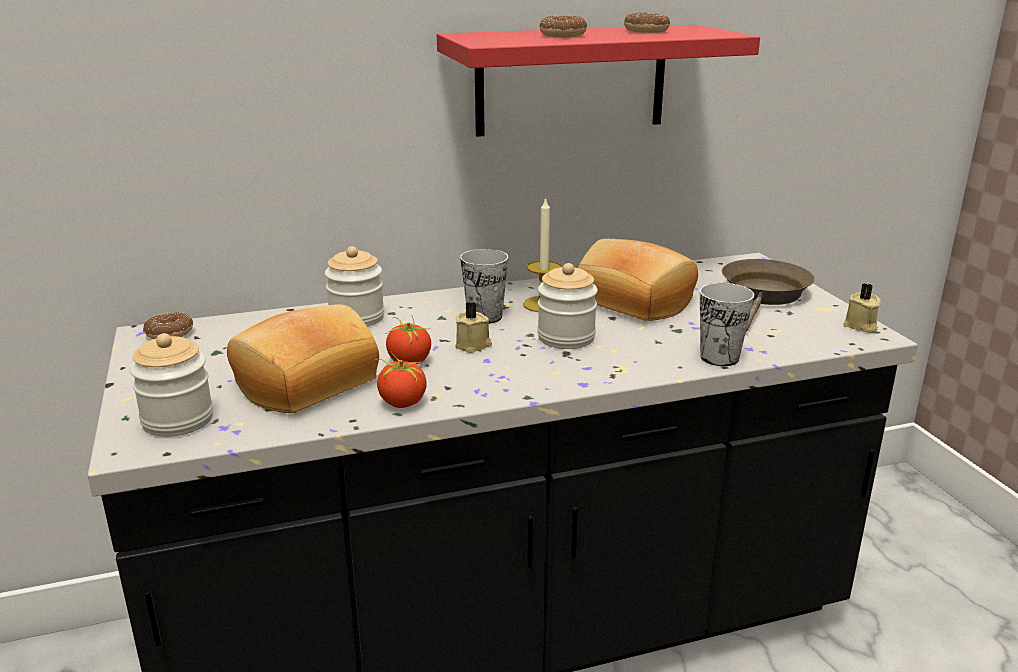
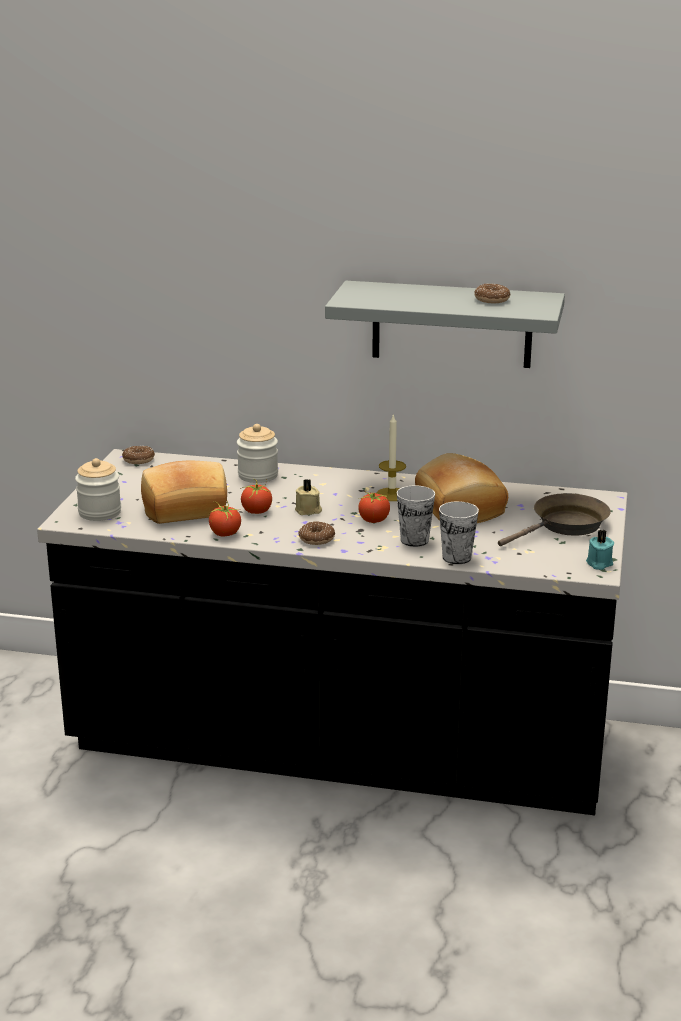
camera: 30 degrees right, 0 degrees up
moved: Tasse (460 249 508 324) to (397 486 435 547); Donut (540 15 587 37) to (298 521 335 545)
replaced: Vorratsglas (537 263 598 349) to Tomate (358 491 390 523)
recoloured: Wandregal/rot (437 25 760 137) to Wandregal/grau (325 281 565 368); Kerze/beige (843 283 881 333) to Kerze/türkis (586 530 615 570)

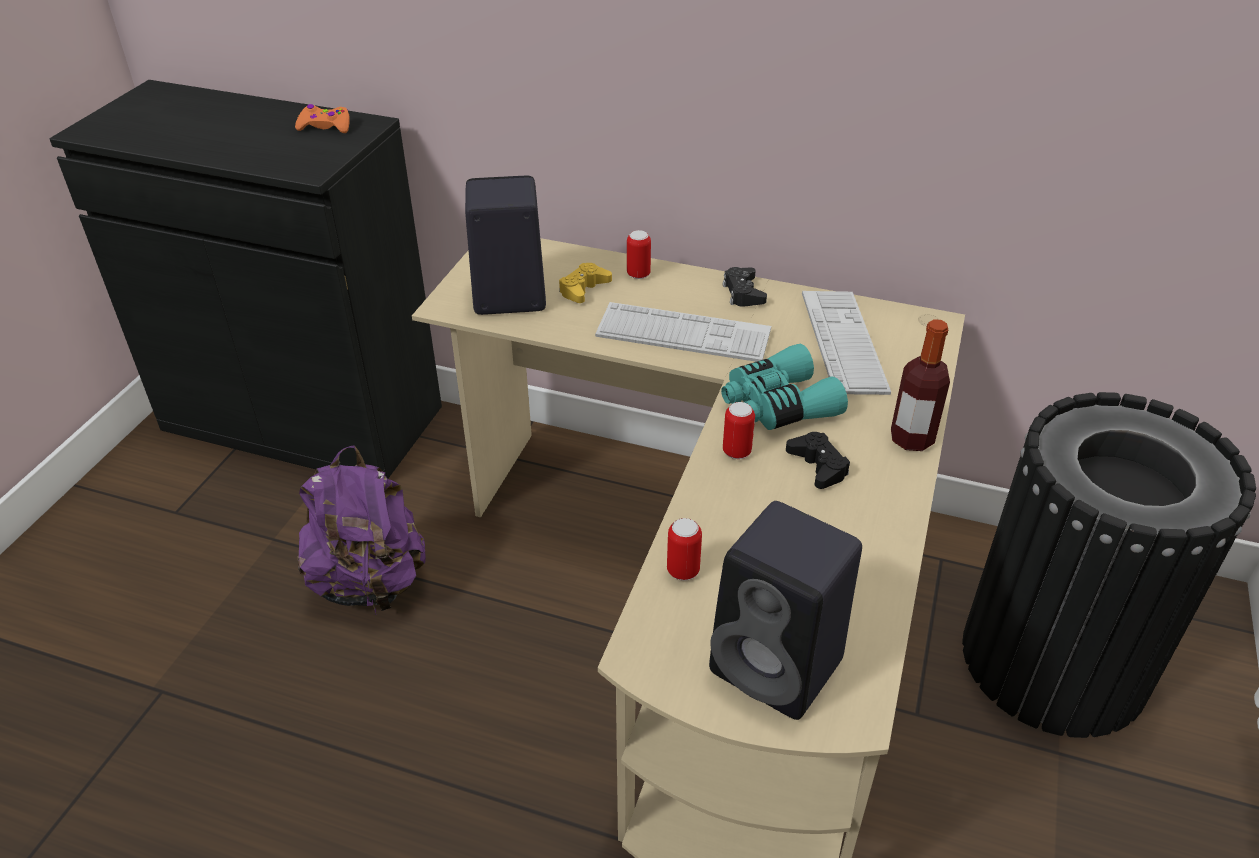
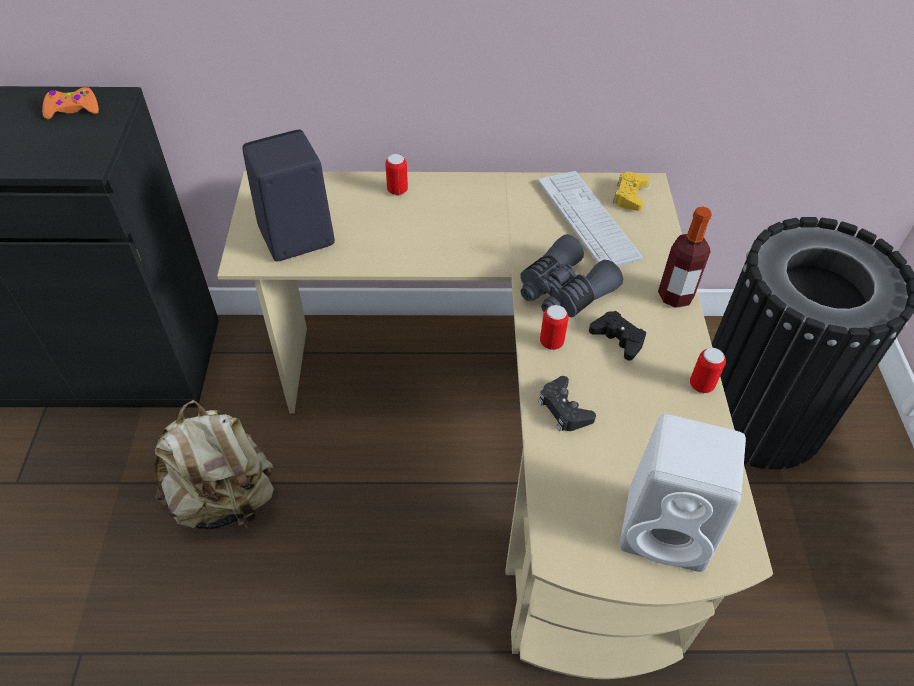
camera: 20 degrees left, 10 degrees up
removed: Tastatur (595 302 771 362)
moved: Gamepad/gelb (559 263 612 303) to (613 172 649 211); Dose (667 518 702 581) to (690 348 726 393); Gamepad/schwarz (722 267 767 307) to (538 376 596 431)
recoloured: Rucksack/lila (297 445 426 615) to Rucksack/beige (154 400 274 529); Lautsprecher/schwarz (709 501 862 720) to Lautsprecher/weiß (620 414 746 572); Fernglas/türkis (721 344 848 430) to Fernglas/grau (520 234 623 317)

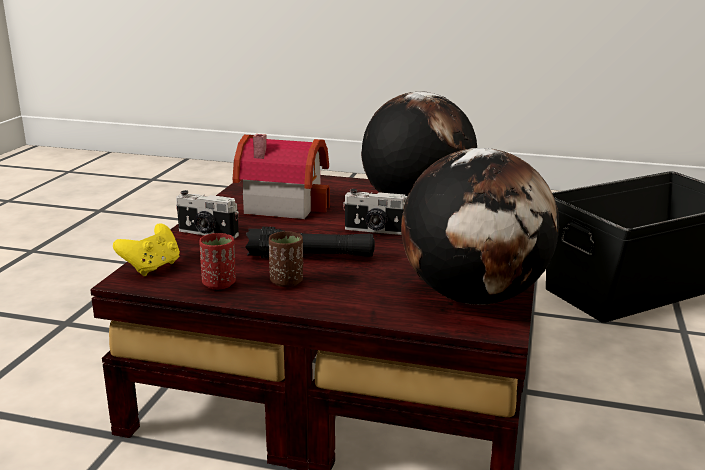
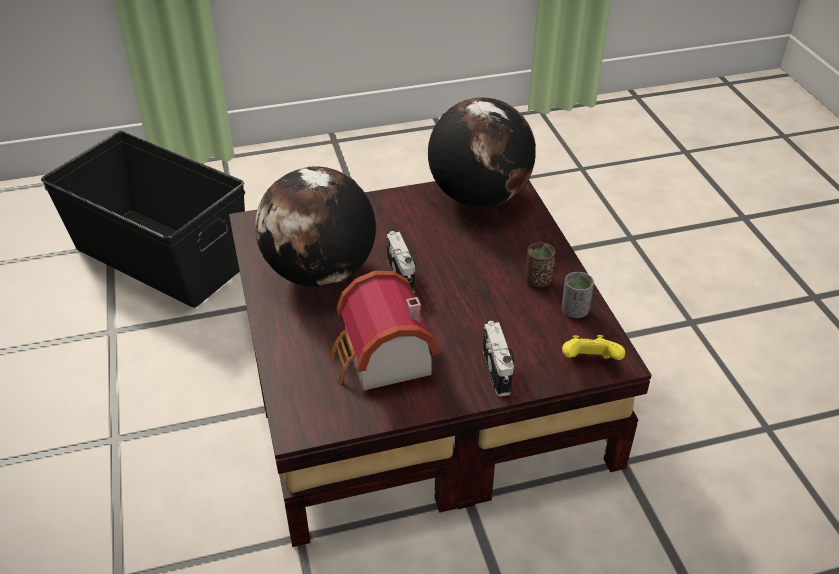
camera: 120 degrees left, 20 degrees up
removed: Taschenlampe/schwarz (246 227 375 258)
recoloured: Tasse/rot (199 233 236 289) to Tasse/grau (562 272 594 318)

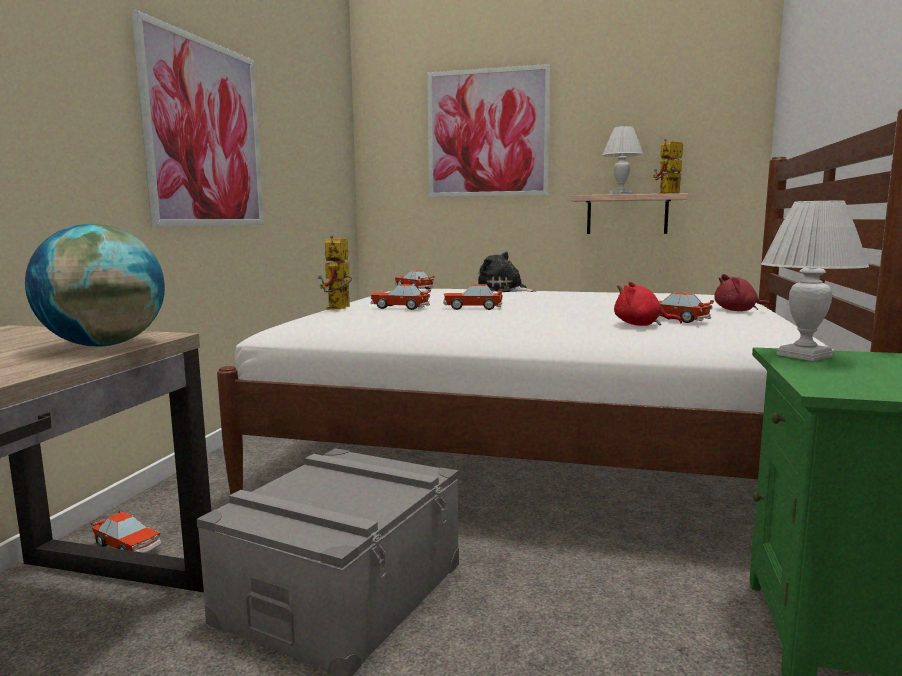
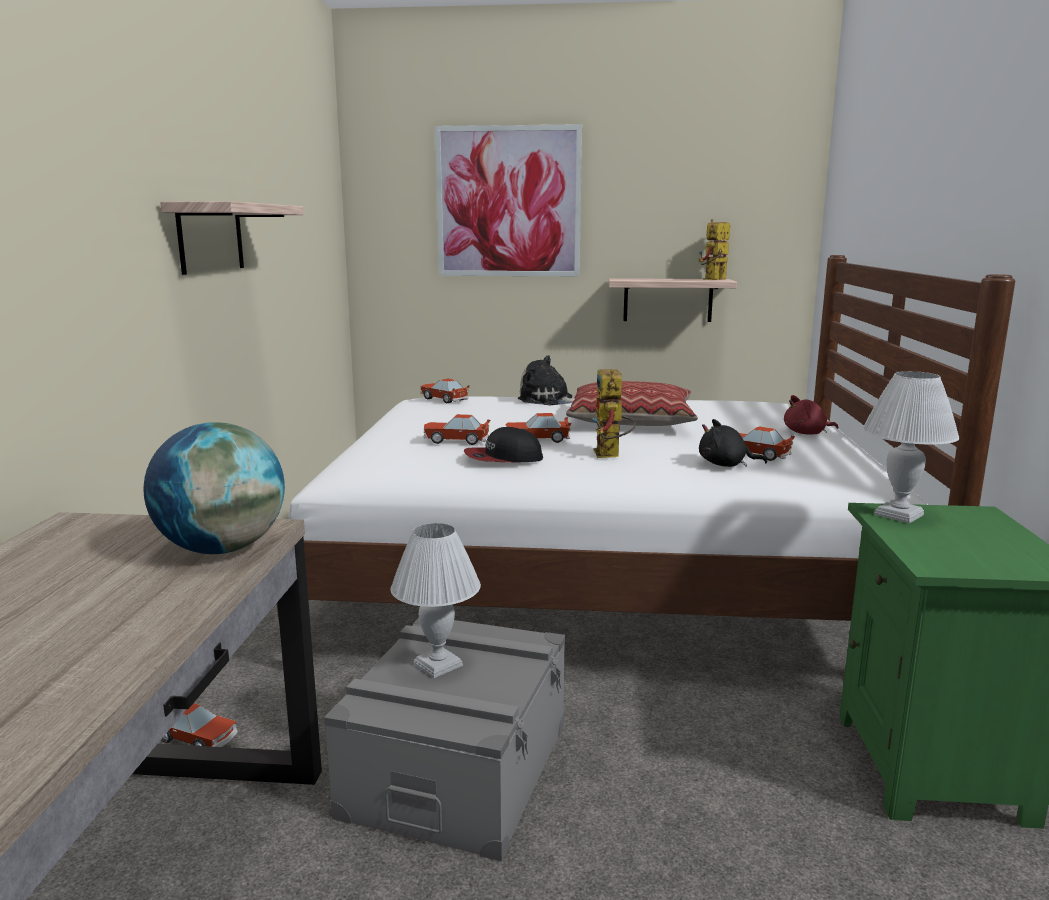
camera: 10 degrees left, 5 degrees up
added: Kappe (464 427 543 462); Kissen (566 381 698 426)
moved: Spielzeugroboter (318 235 352 310) to (592 369 636 458); Tischlampe/weiß (602 126 643 195) to (390 523 481 678)
replaced: Bild (132 10 264 227) to Wandregal (161 201 304 275)
recoloured: Plüschtier/rot (614 282 682 326) to Plüschtier/schwarz (699 419 767 467)

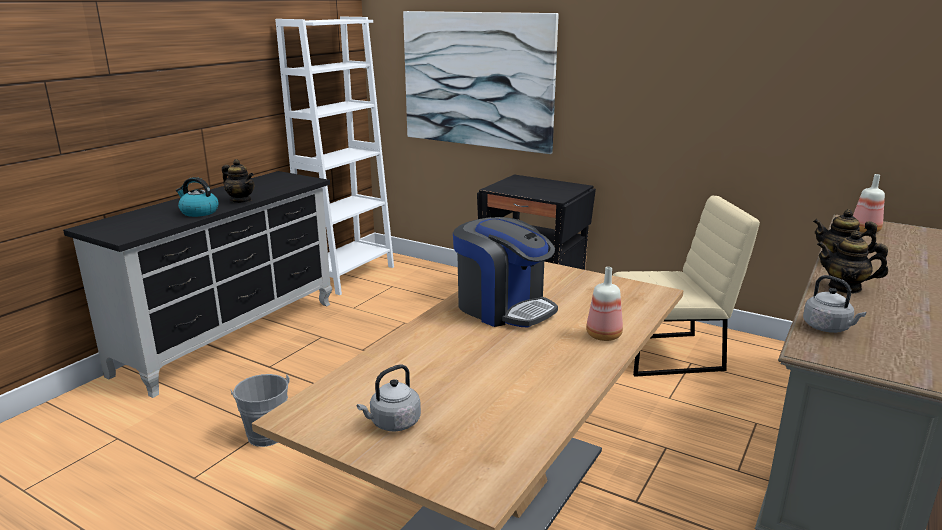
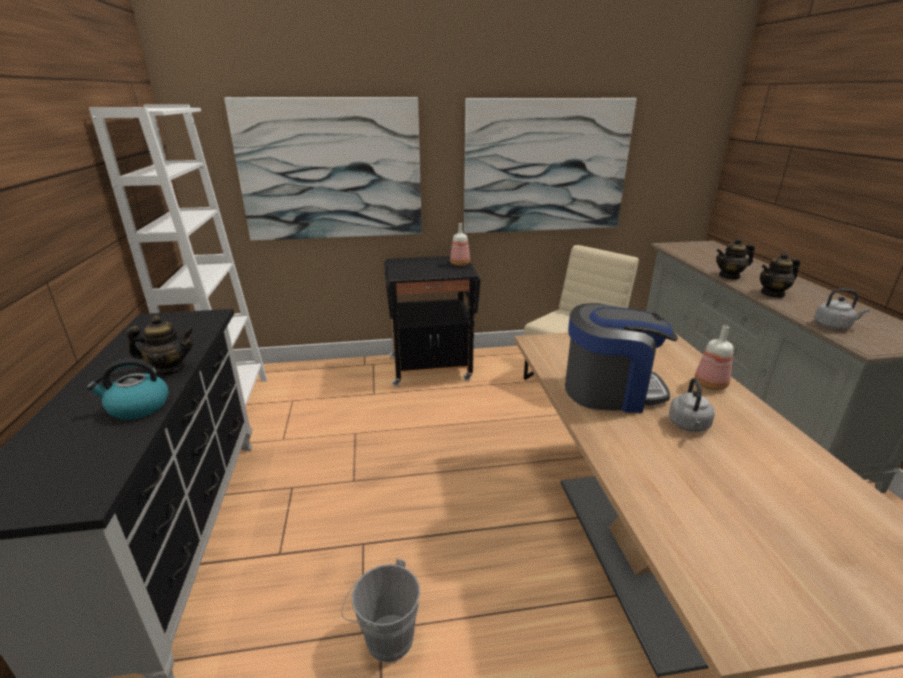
camera: 40 degrees left, 5 degrees up
added: Bild (464 98 637 233)
moved: Wasserkessel/grau (357 364 421 431) to (669 378 715 432); Flasche (853 174 885 233) to (450 223 470 266)

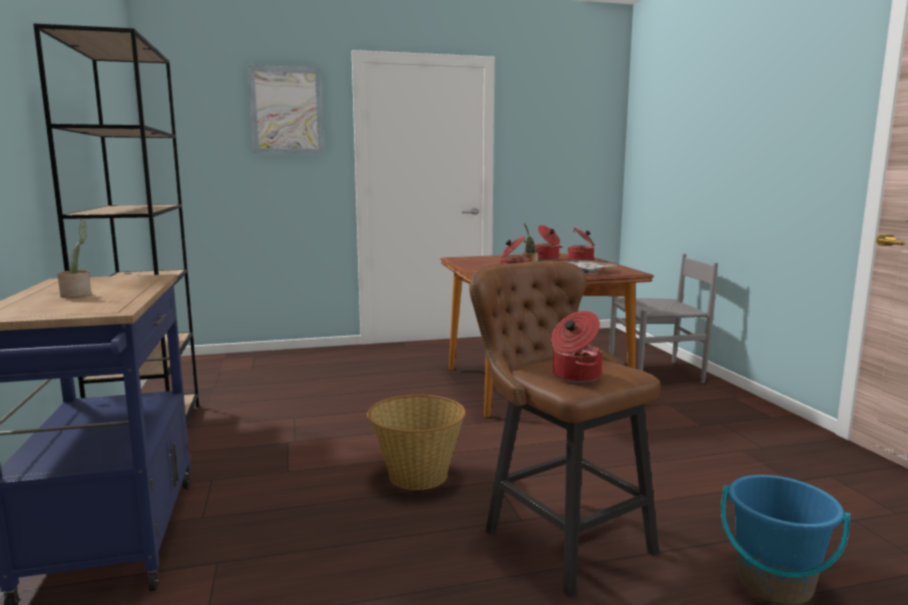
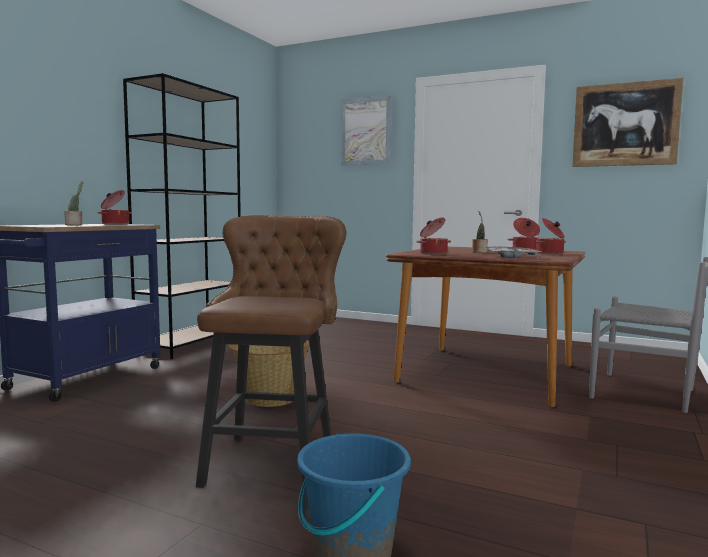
camera: 40 degrees right, 5 degrees down
added: Bild (572 78 684 167)
moved: Kochtopf (551 311 603 383) to (98 190 132 225)

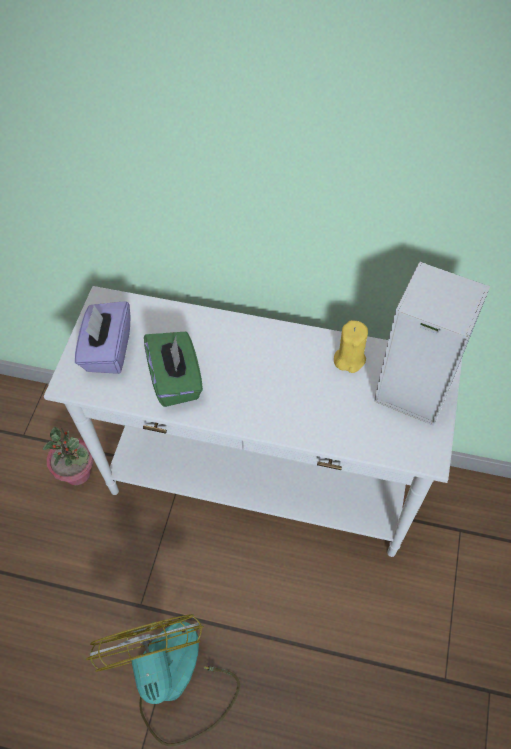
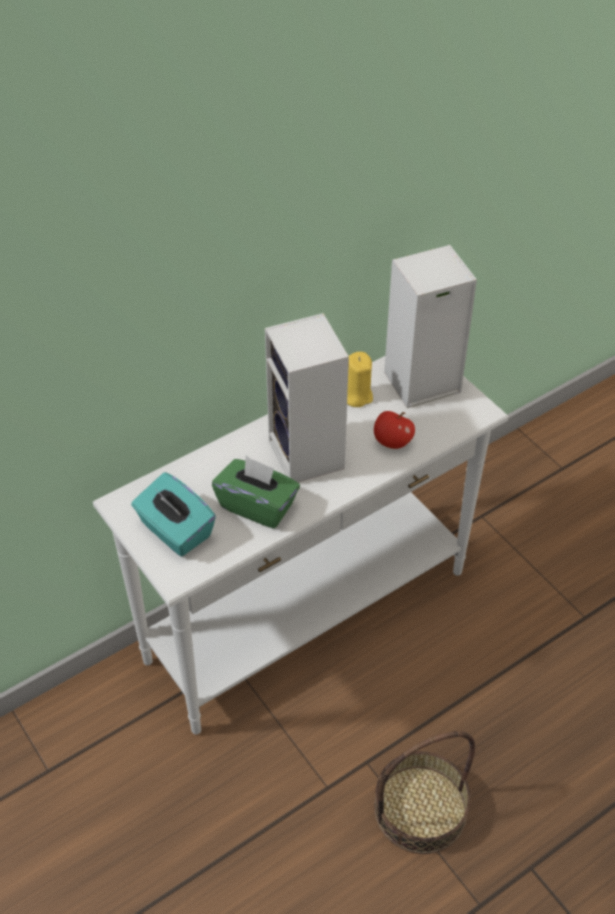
camera: 50 degrees left, 10 degrees down
removed: Topfpflanze (43 427 94 485)
added: Lautsprecher (265 313 349 483); Apfel (374 411 415 449)
replaced: Ventilator (86 614 240 746) to Korb (374 731 475 854)
recoloured: Taschentuchbox/lila (75 301 131 374) to Taschentuchbox/türkis (131 472 216 557)

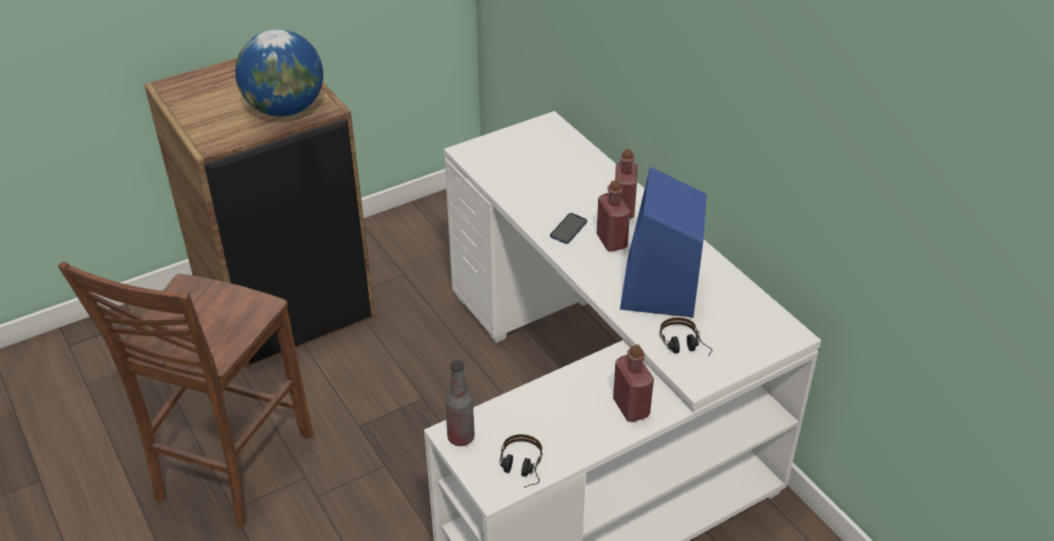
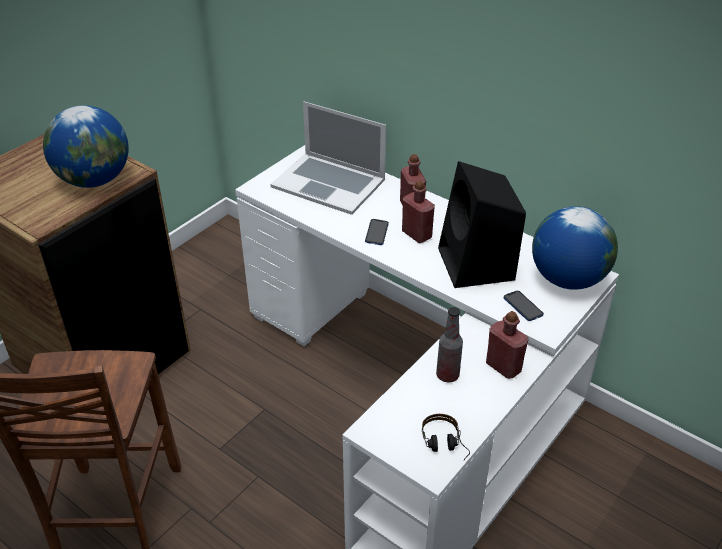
camera: 20 degrees left, 0 degrees up
added: Laptop (270 101 386 215); Globus (532 206 618 290)
moved: Flasche (445 360 475 446) to (436 307 463 382)
replaced: Kopfhörer (660 317 713 356) to Handy (504 291 544 321)
recoloured: Lautsprecher/blau (620 167 707 318) to Lautsprecher/schwarz (438 161 526 288)

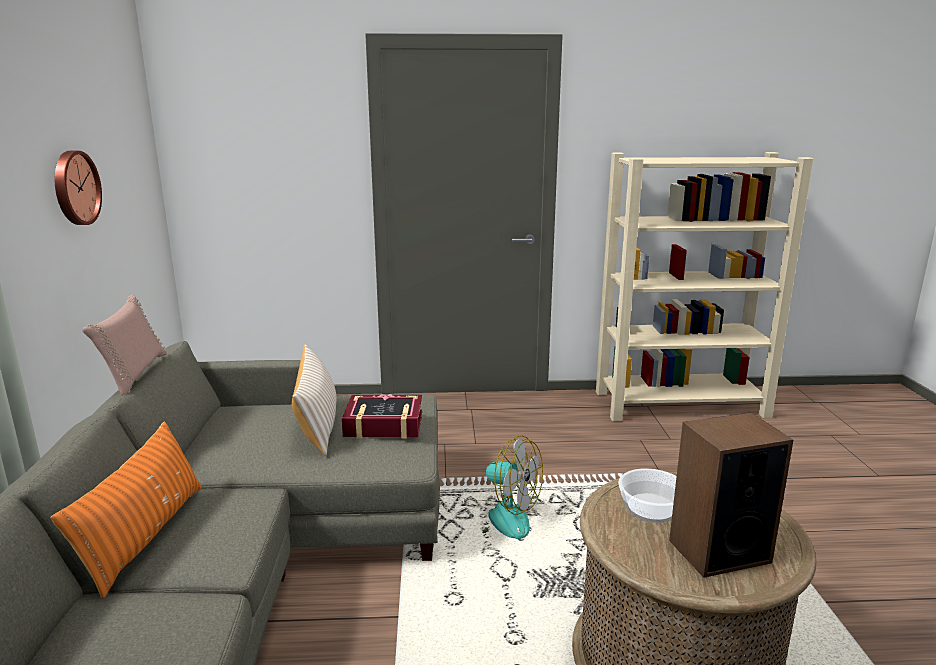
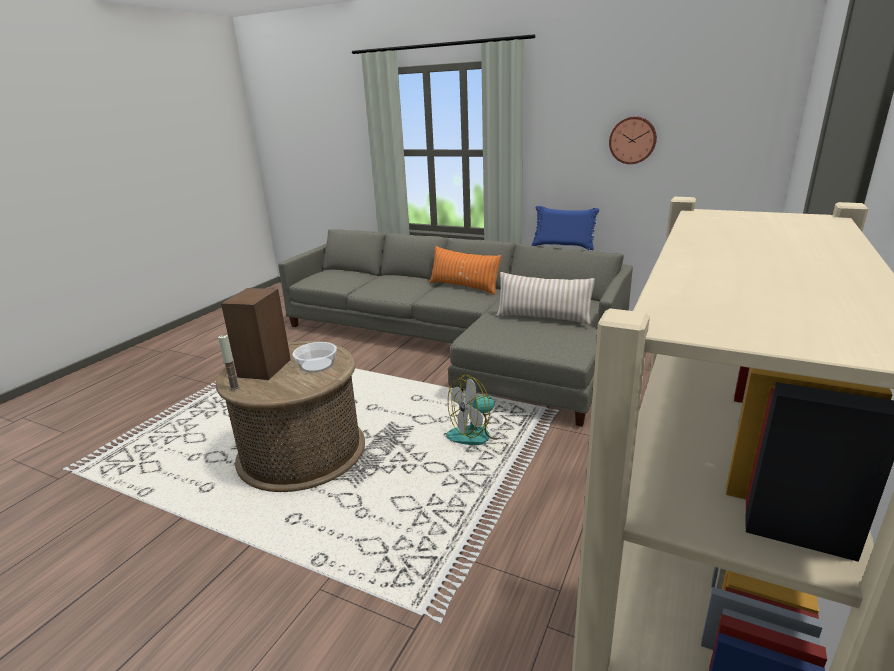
camera: 120 degrees right, 5 degrees up
removed: Buch (342 394 422 439)
added: Kerze (218 335 240 390)
recoloured: Kissen/beige (82 295 166 396) to Kissen/blau (532 206 599 250)

